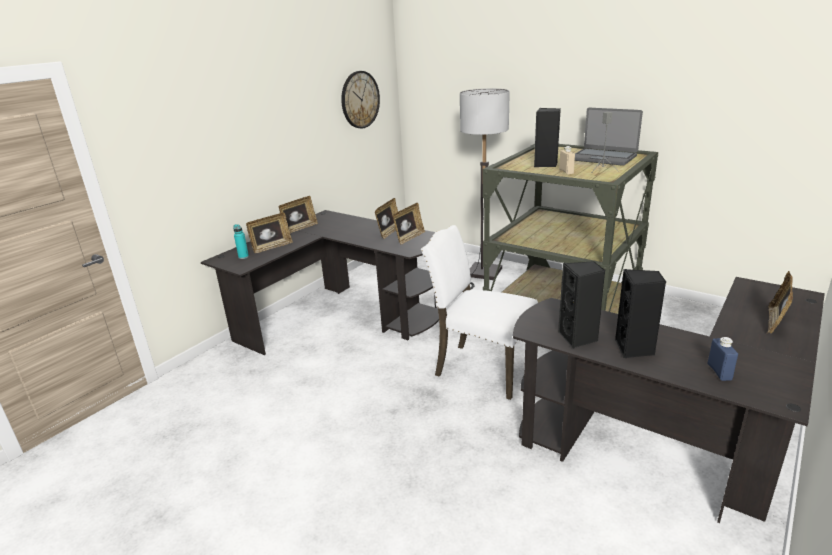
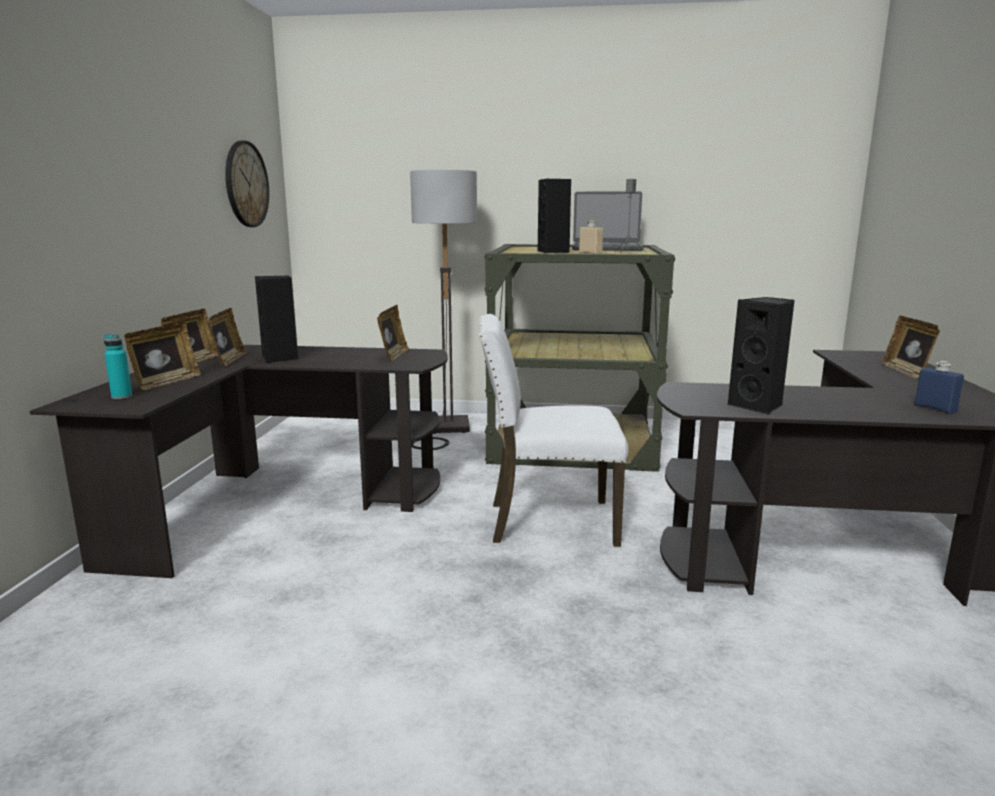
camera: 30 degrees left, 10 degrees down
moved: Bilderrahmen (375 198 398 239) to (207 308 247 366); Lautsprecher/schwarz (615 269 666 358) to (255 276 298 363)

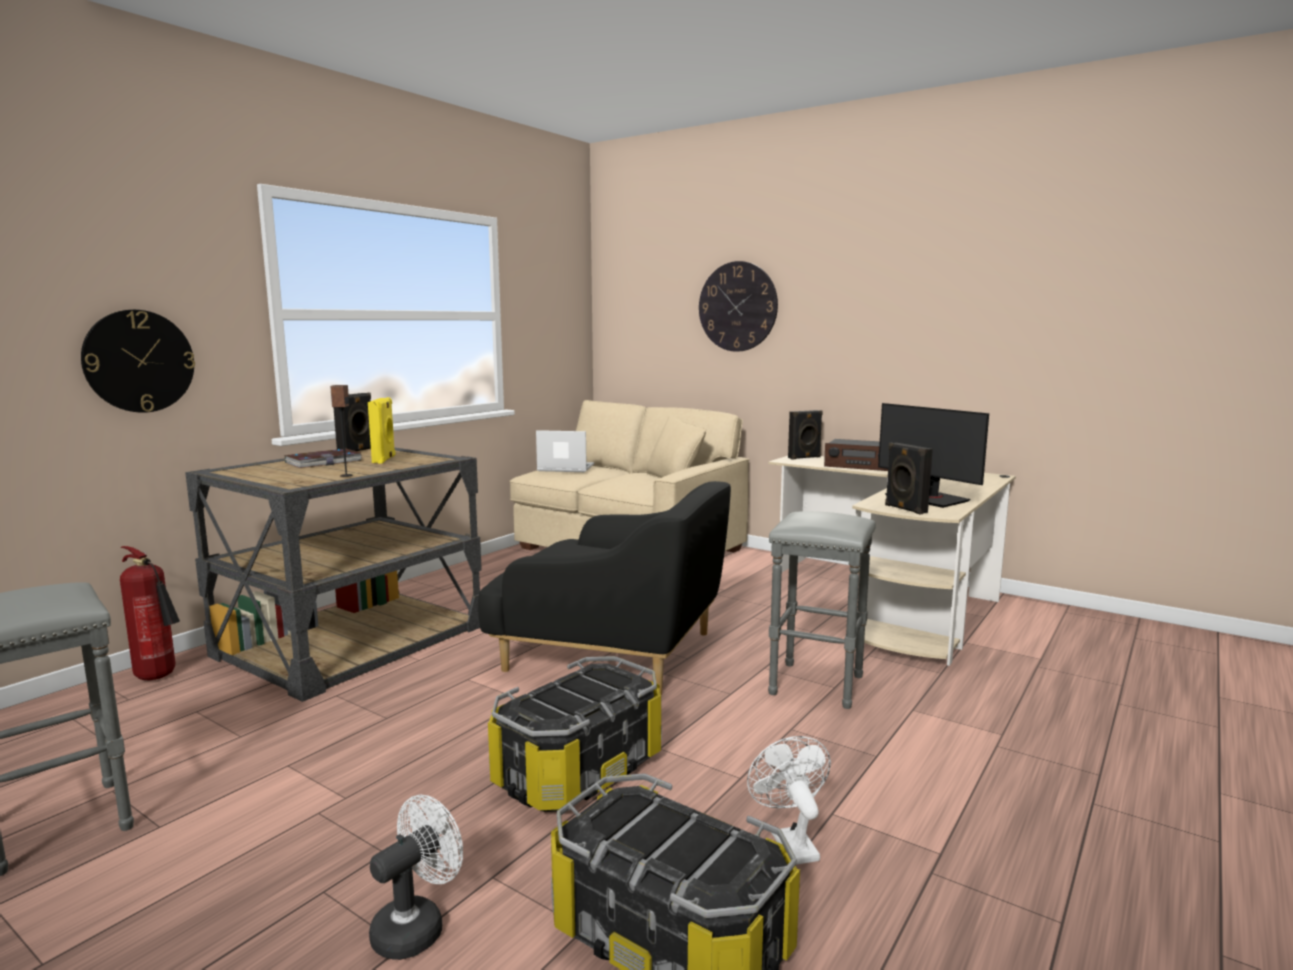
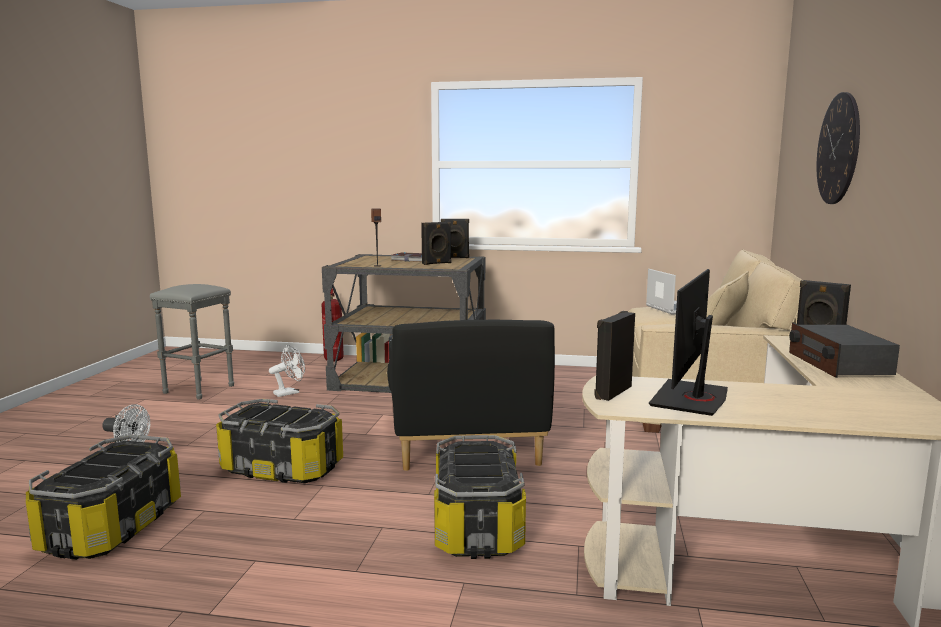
camera: 65 degrees right, 0 degrees up
removed: Wanduhr (81 310 195 413)
moved: Ventilator/weiß (747 736 831 865) to (269 345 305 397)
replaced: Hocker/grau (768 511 876 709) to Aufbewahrungsbox (434 435 526 559)
recoloured: Lautsprecher/gelb (368 397 395 464) to Lautsprecher/schwarz (421 222 452 265)

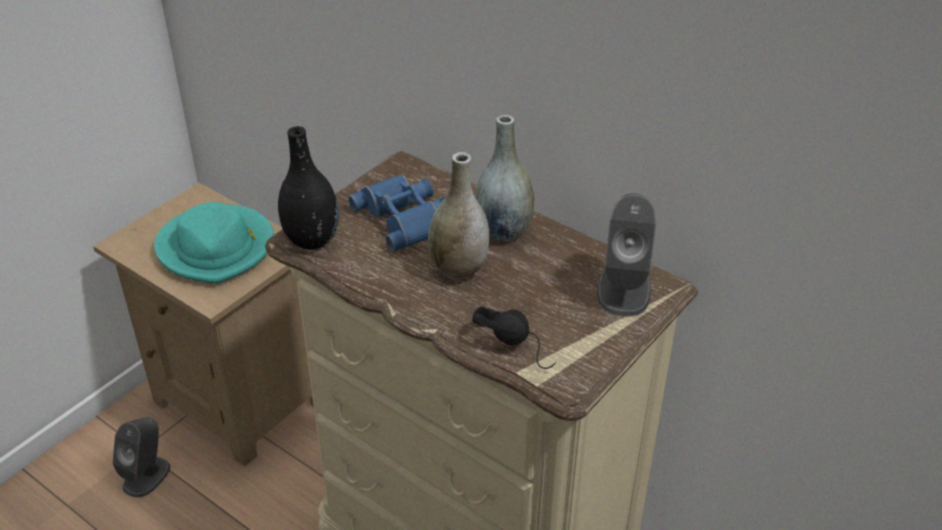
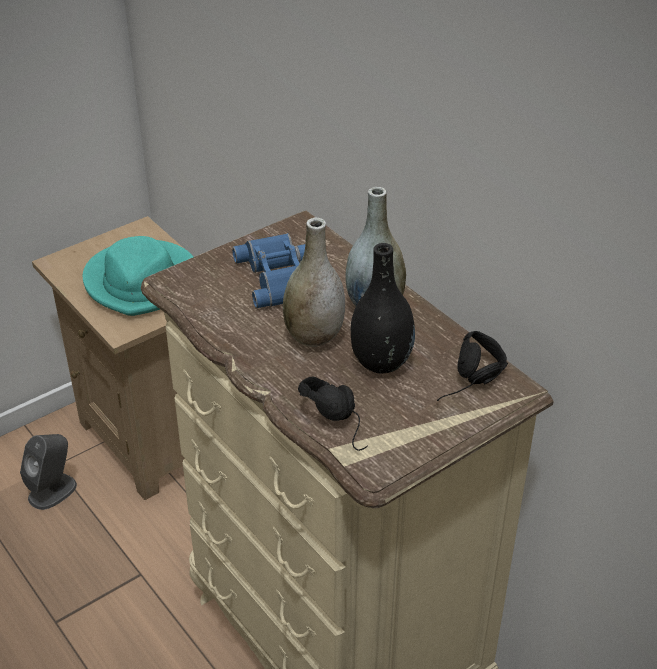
camera: 15 degrees right, 0 degrees up
moved: Vase/schwarz (278 126 339 250) to (351 243 415 374)
replaced: Lautsprecher/grau (597 193 656 316) to Kopfhörer/schwarz (437 331 508 401)

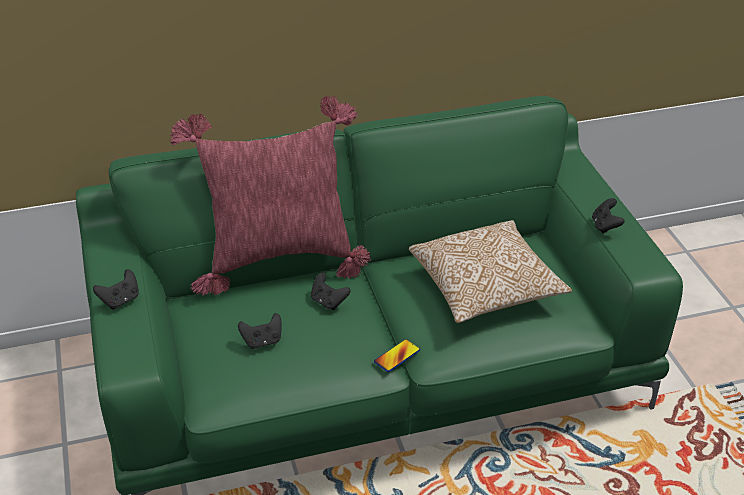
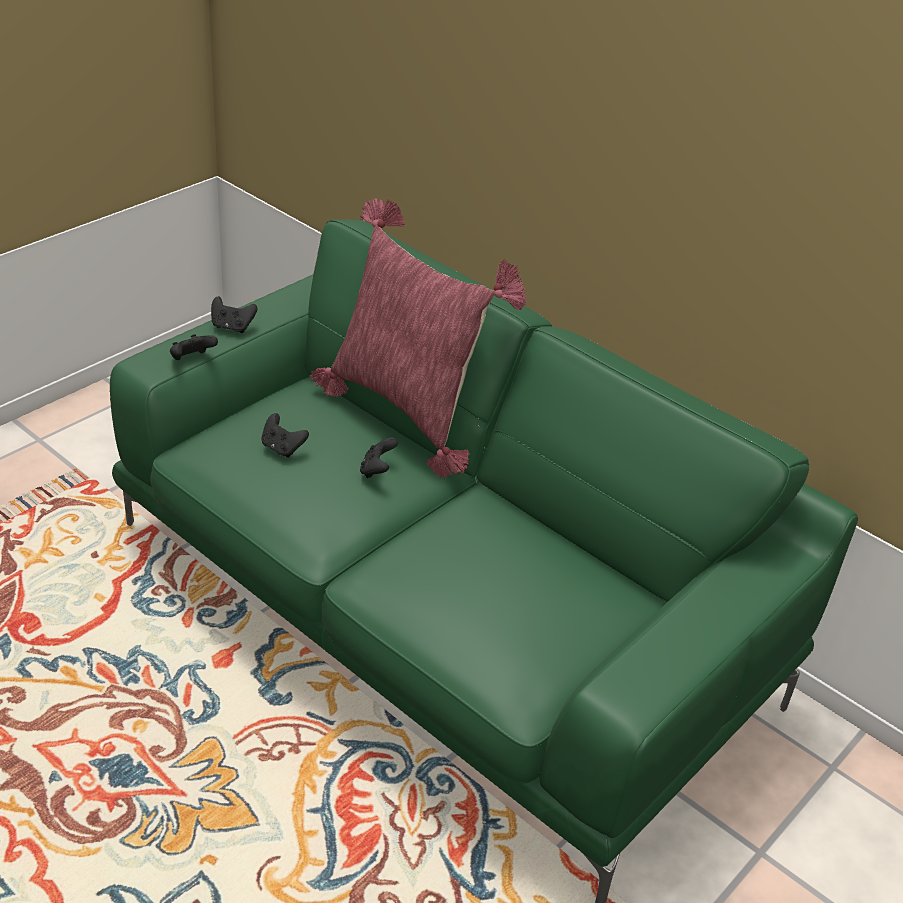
camera: 55 degrees right, 0 degrees up
removed: Handy (374 339 420 372); Kissen (409 220 572 323)
moved: Gamepad/schwarz (592 198 625 234) to (170 334 218 360)

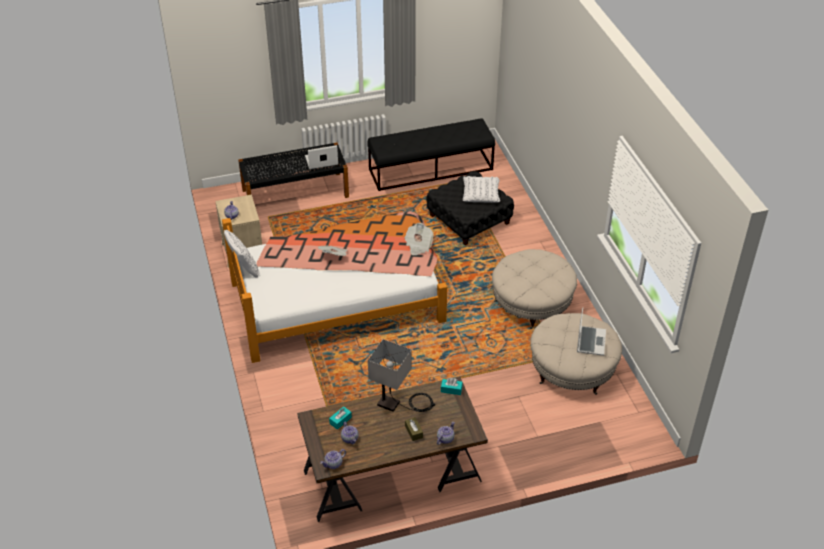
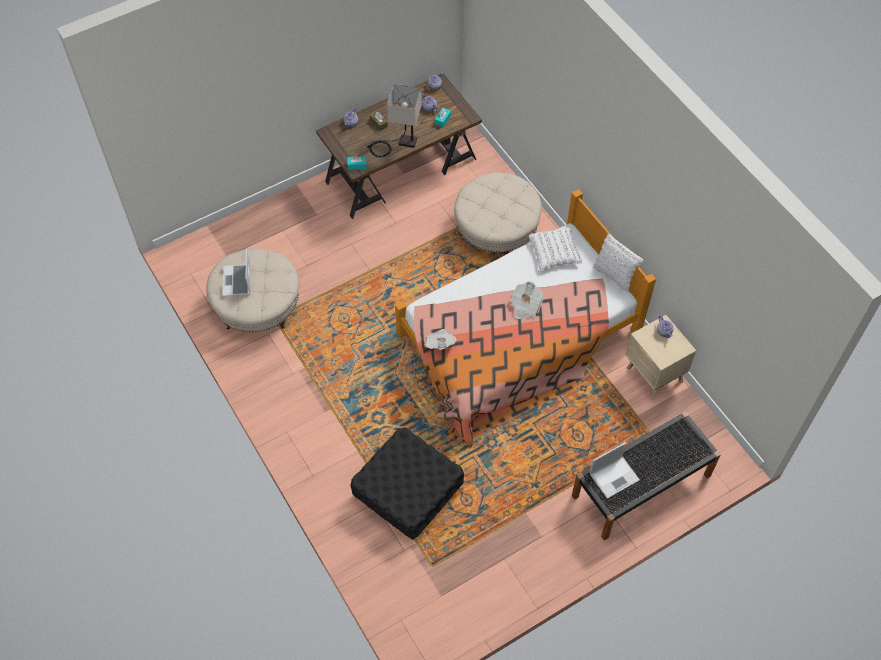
camera: 165 degrees right, 15 degrees up
removed: Bank/schwarz (367 118 495 191)
moved: Kissen/weiß (463 176 500 203) to (529 227 582 270); Polsterhocker/beige (492 249 577 329) to (454 172 542 255)

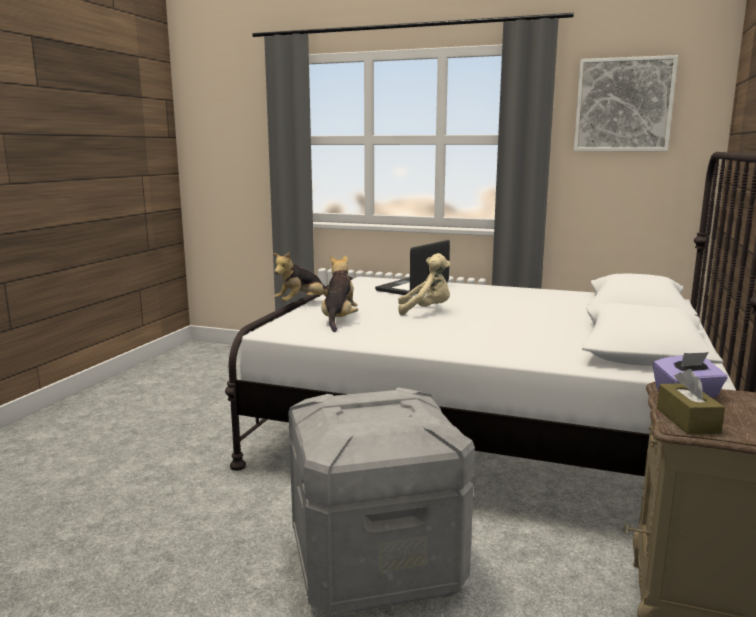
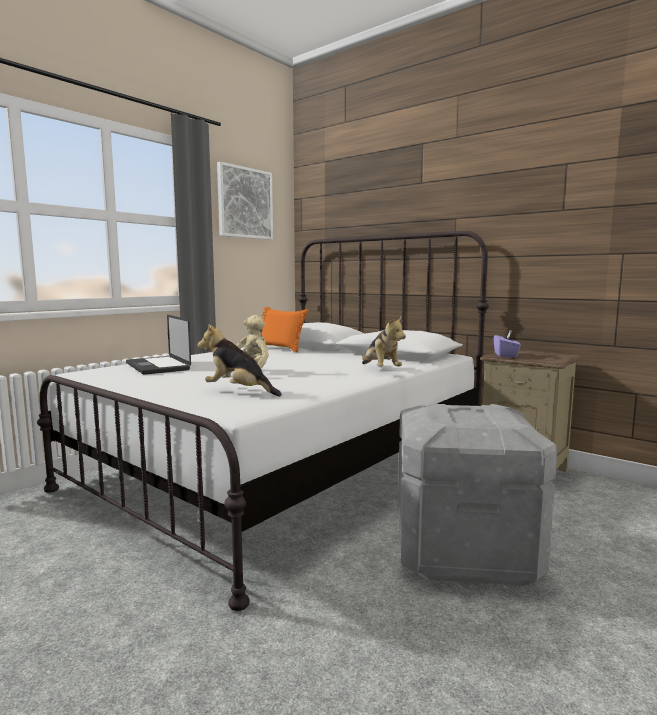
camera: 70 degrees left, 5 degrees down
removed: Taschentuchbox/braun (657 369 725 434)
added: Kissen/orange (261 307 309 352)
moved: Plüschtier (273 252 328 302) to (362 317 406 366)

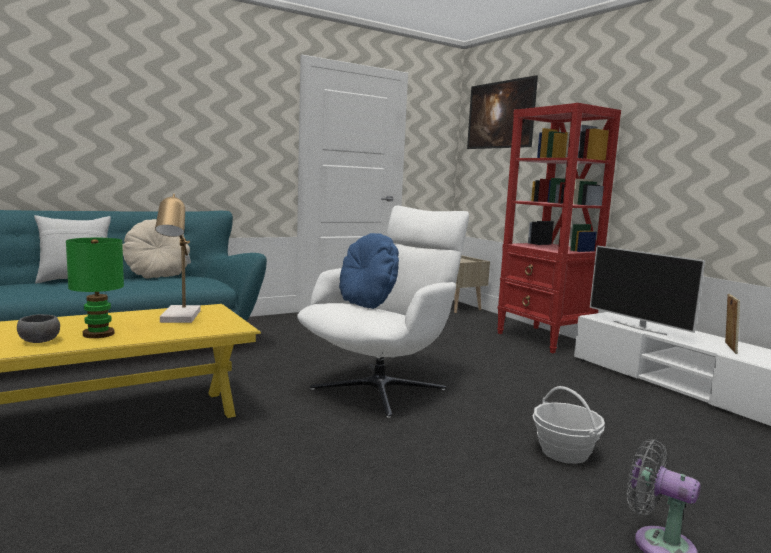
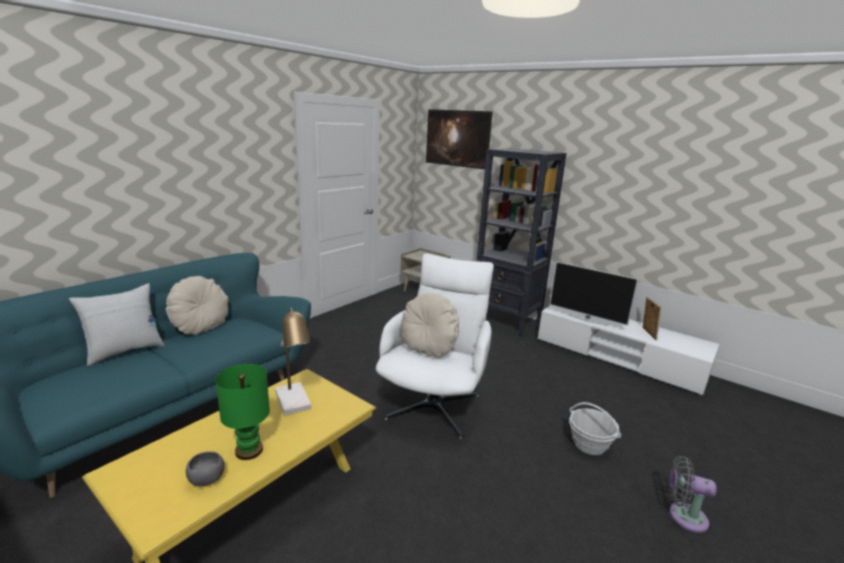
camera: 20 degrees left, 10 degrees up
recoloured: Kissen/blau (339 233 399 309) to Kissen/beige (401 293 459 358); Bücherregal/rot (497 103 621 353) to Bücherregal/schwarz (476 148 567 336)

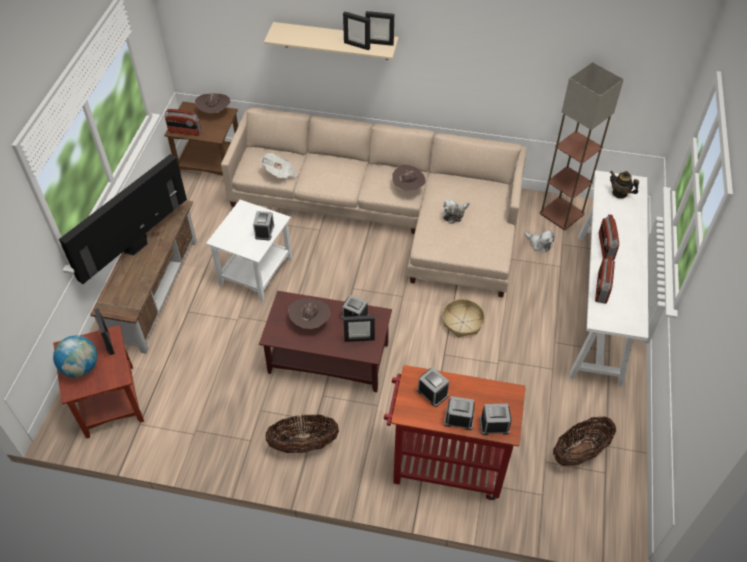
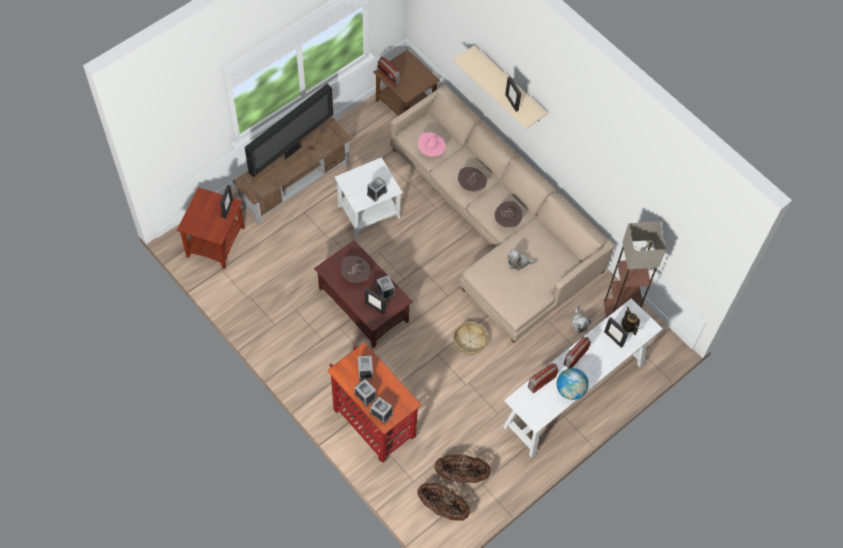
camera: 35 degrees right, 10 degrees up
moved: Globus (53 336 97 377) to (557 368 589 400); Hut/braun (195 93 230 113) to (458 167 487 192); Korb (265 414 339 453) to (417 483 470 521); Bilderrahmen (366 11 394 46) to (604 317 628 348)
replaced: Zeitung (260 153 298 179) to Hut/rosa (418 132 446 157)
turned: Fernseher (59 154 187 284) = (245 84 333 177) 150 degrees clockwise

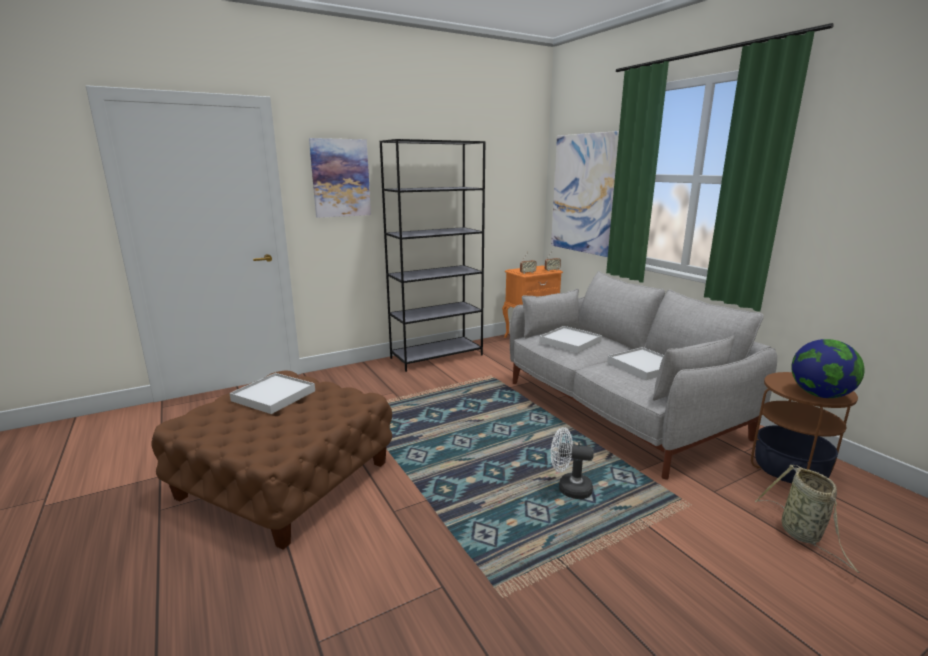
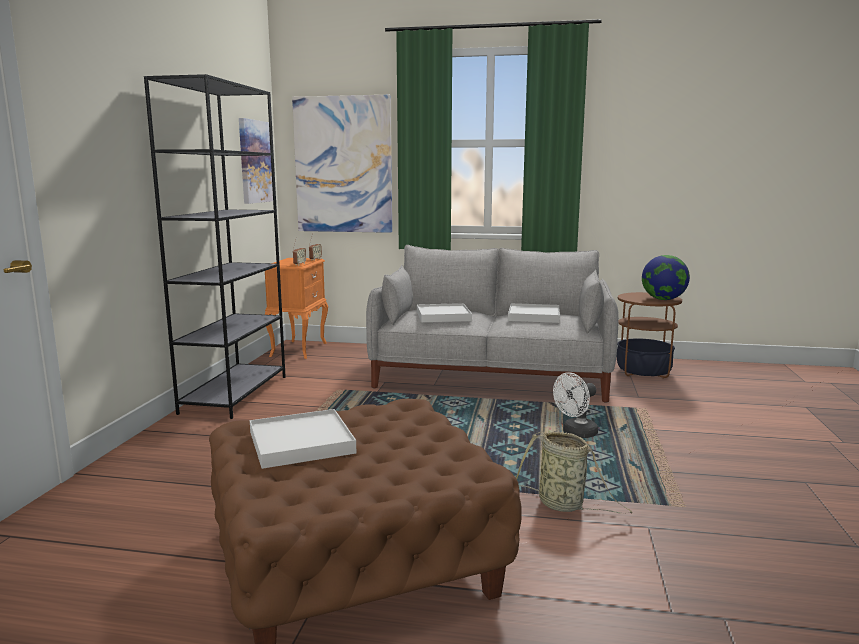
camera: 50 degrees left, 5 degrees down
moved: Bild (309 138 371 218) to (239 118 273 204); Korb (755 465 860 573) to (516 432 633 513)

